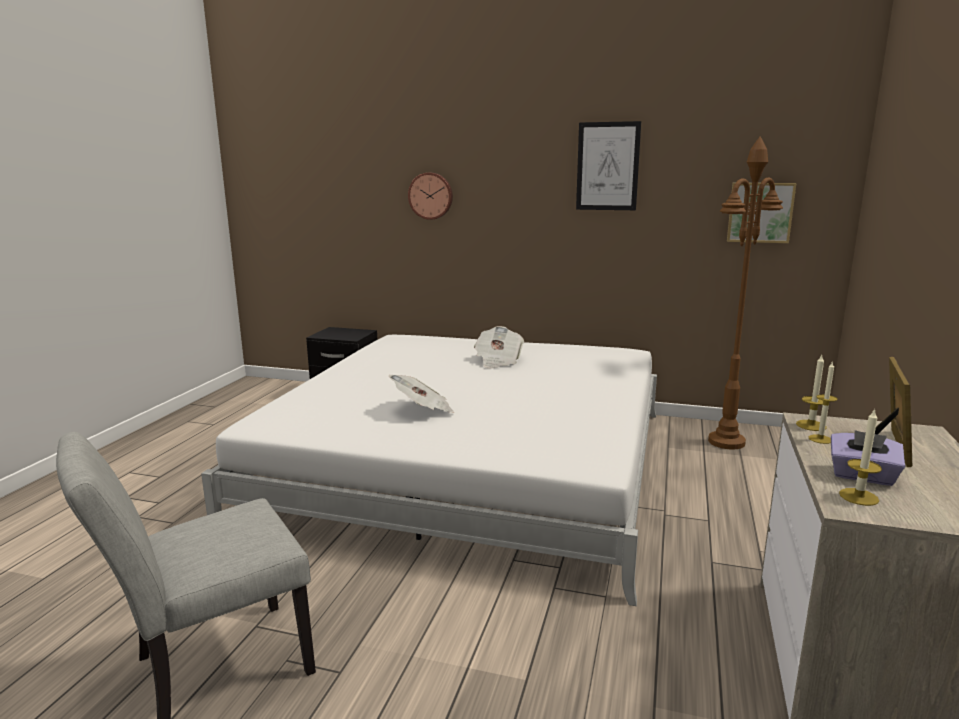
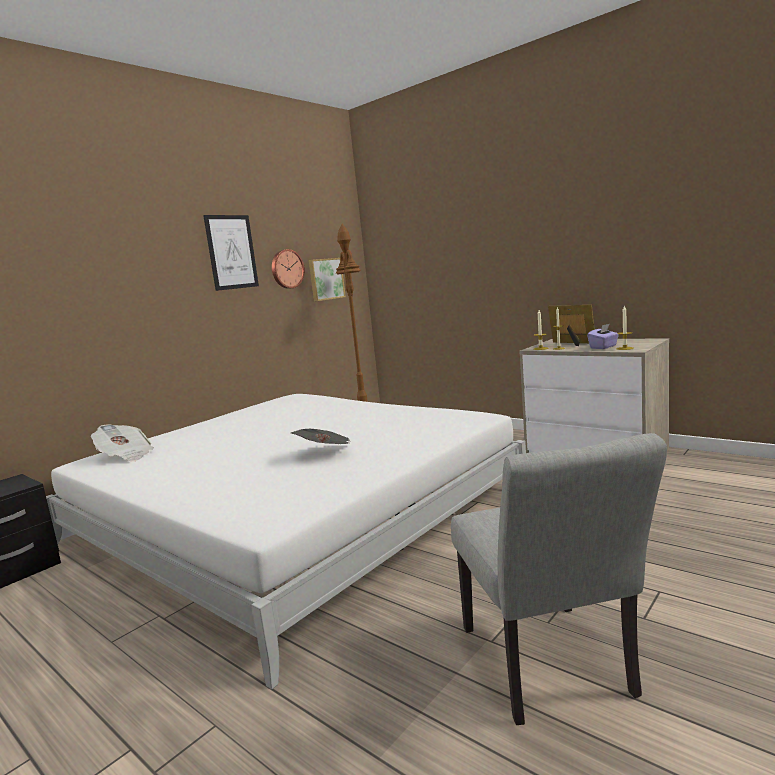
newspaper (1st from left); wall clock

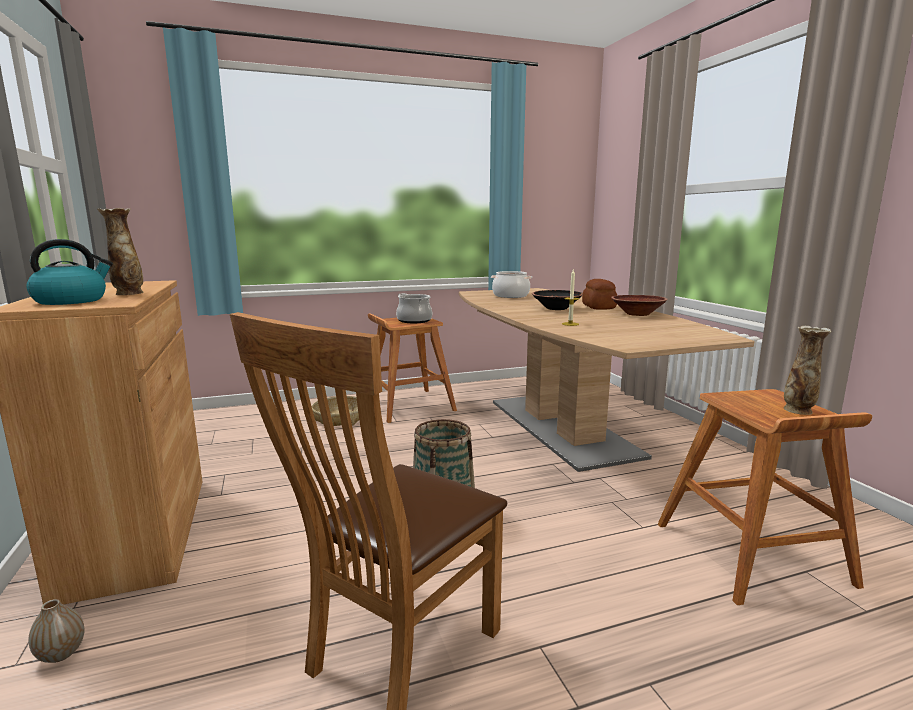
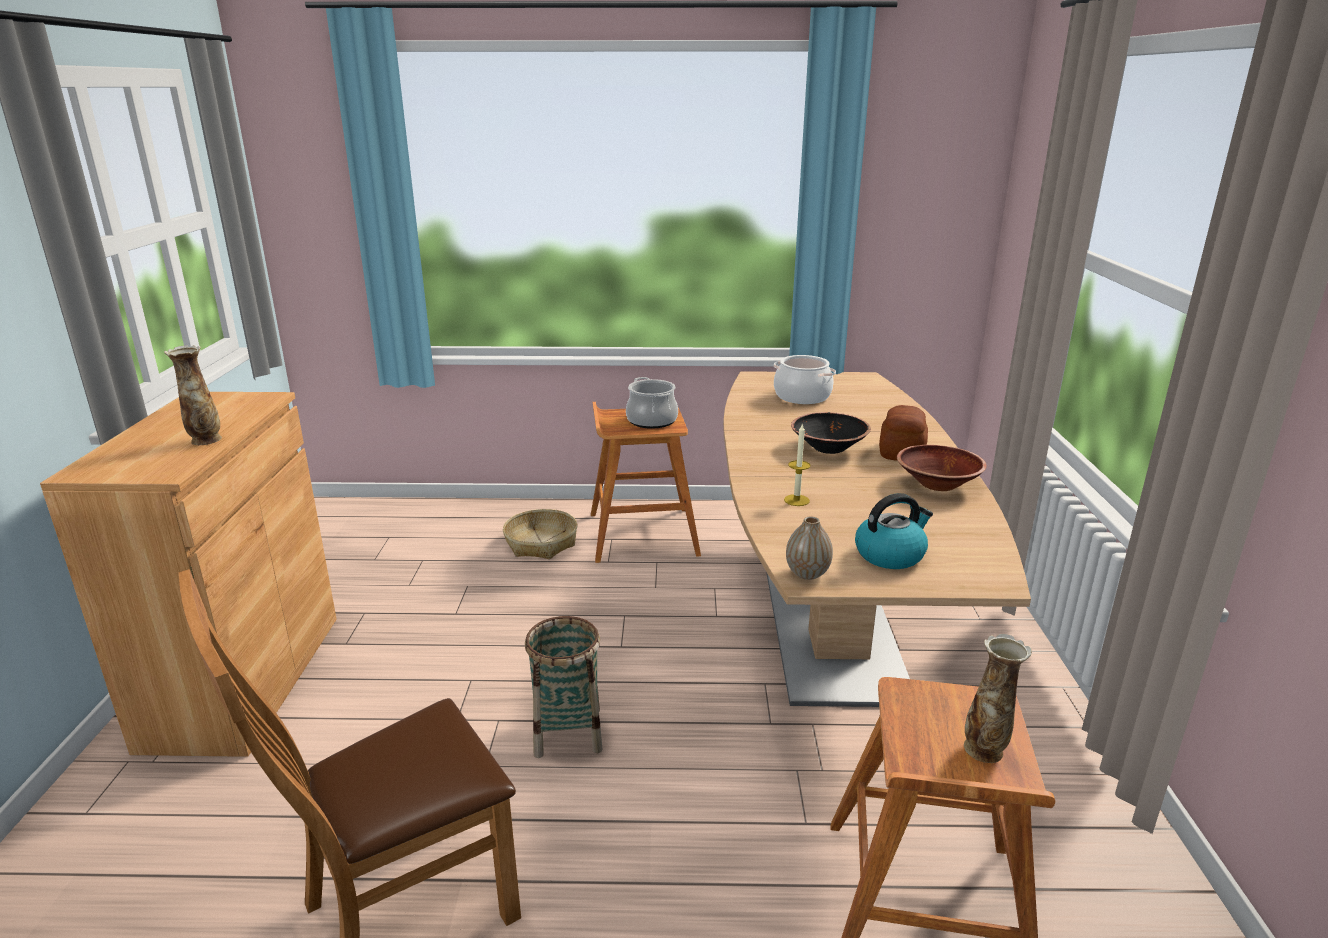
vase (2nd from left); kettle

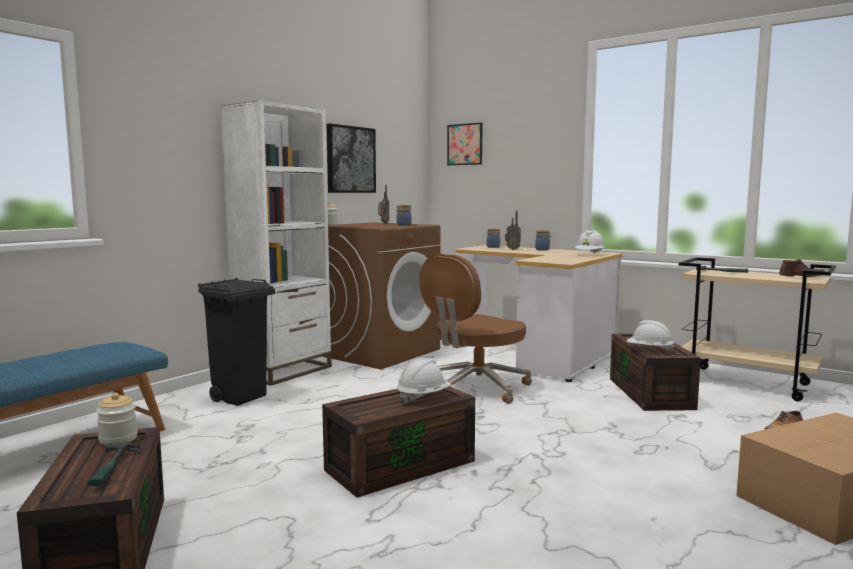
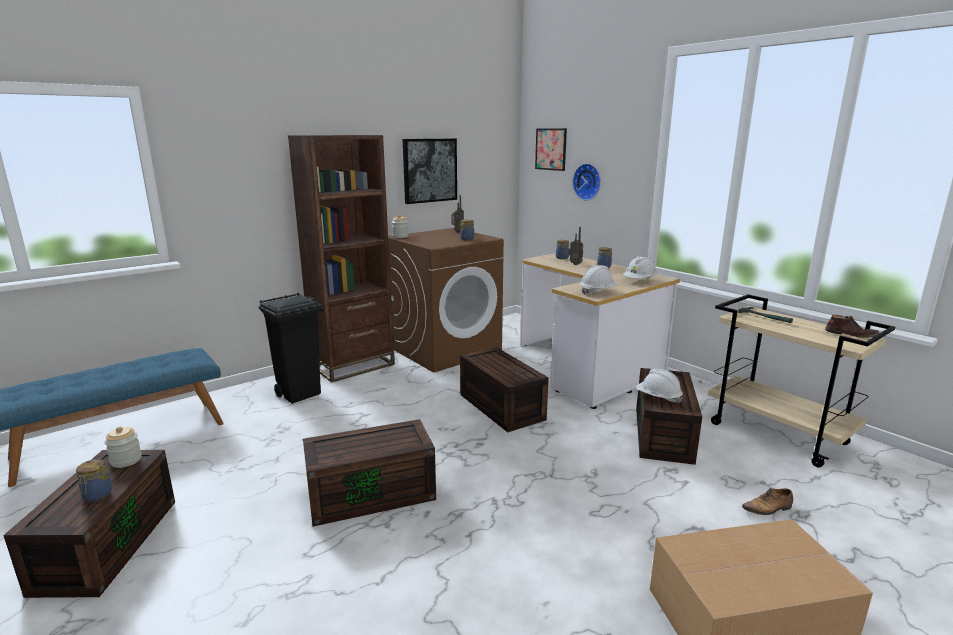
jar (1st from left); bookcase (brown); storage box (brown) (3rd from left); wall clock; hard hat (white) (1st from left)

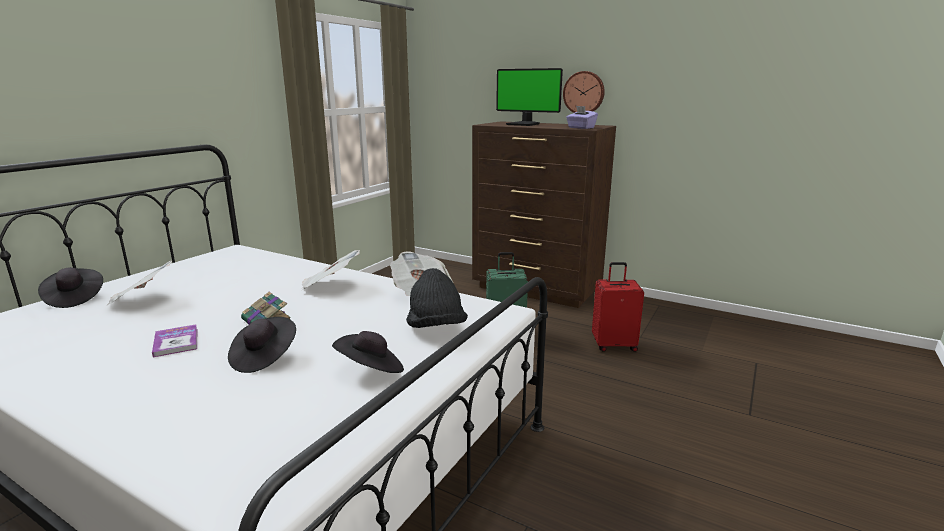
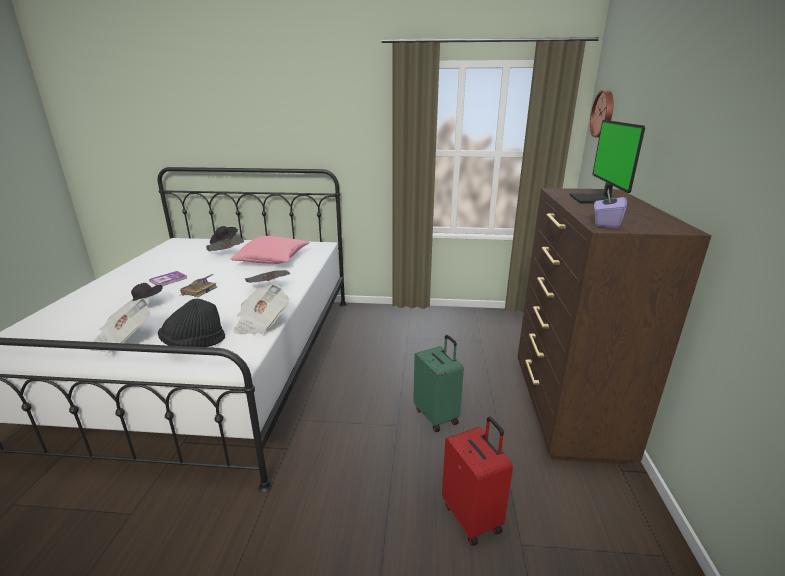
newspaper (1st from left); pillow (pink); wall clock

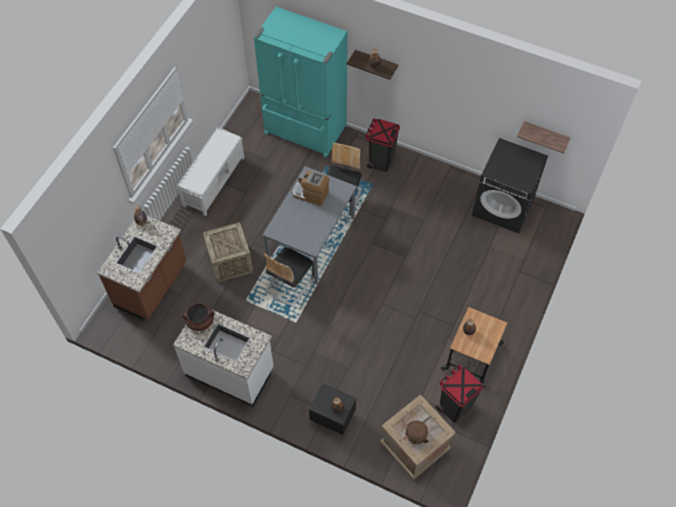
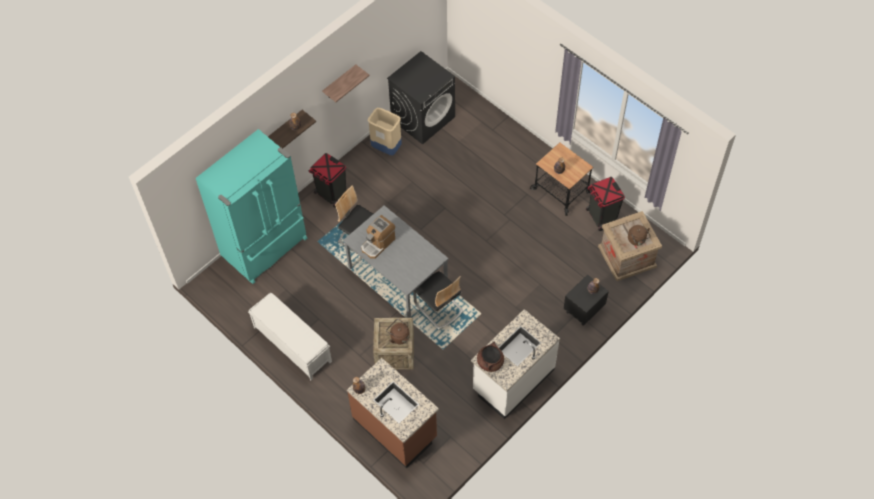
shelf (2nd from left); trash can (beige); kettle (brown) (1st from left)

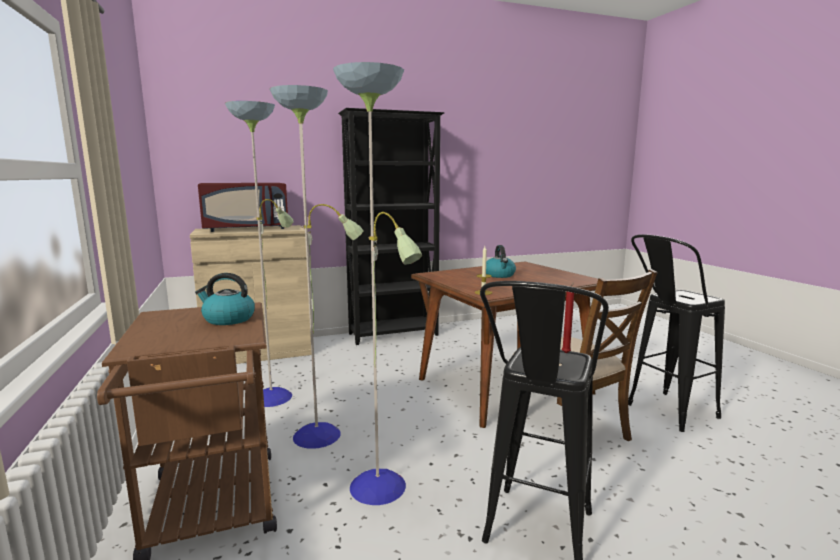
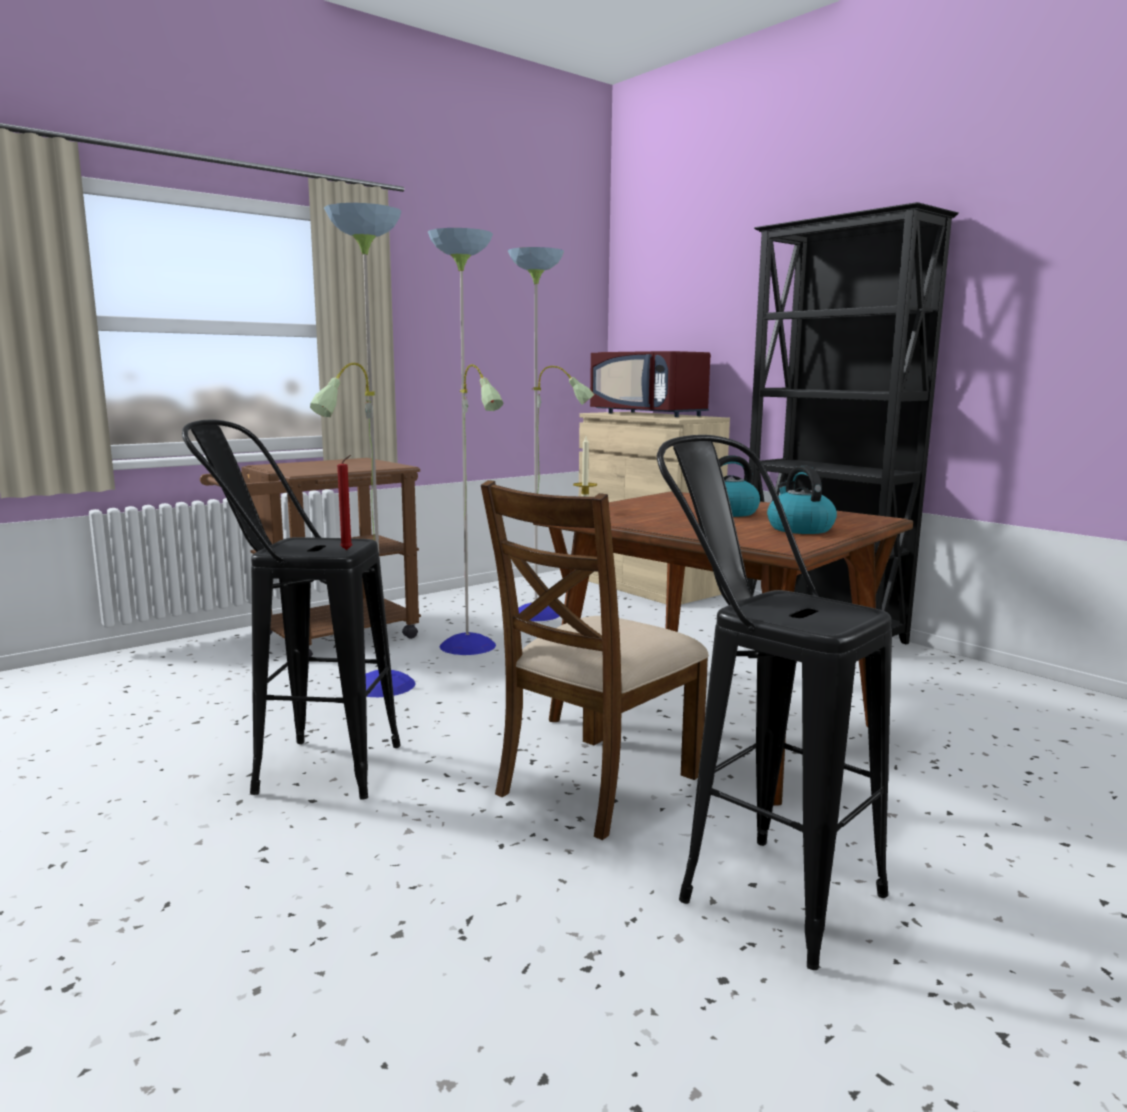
kettle (2nd from left)

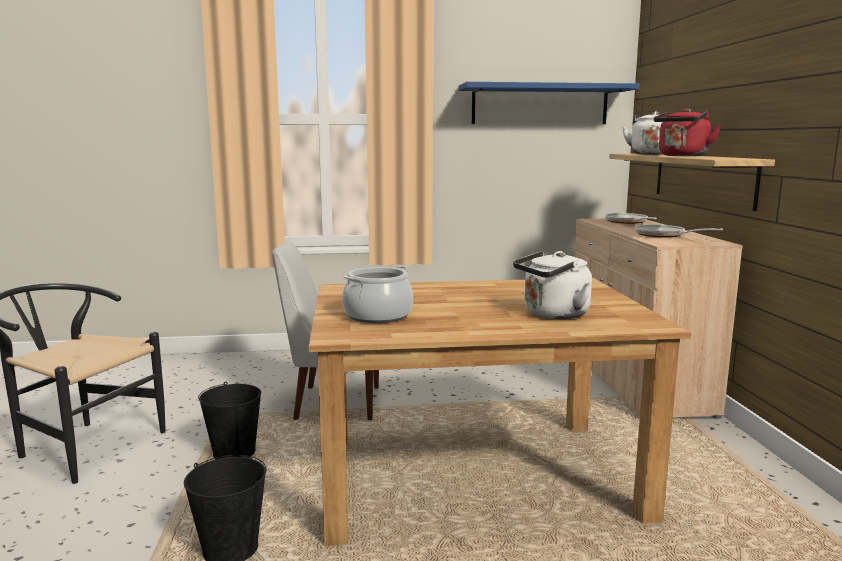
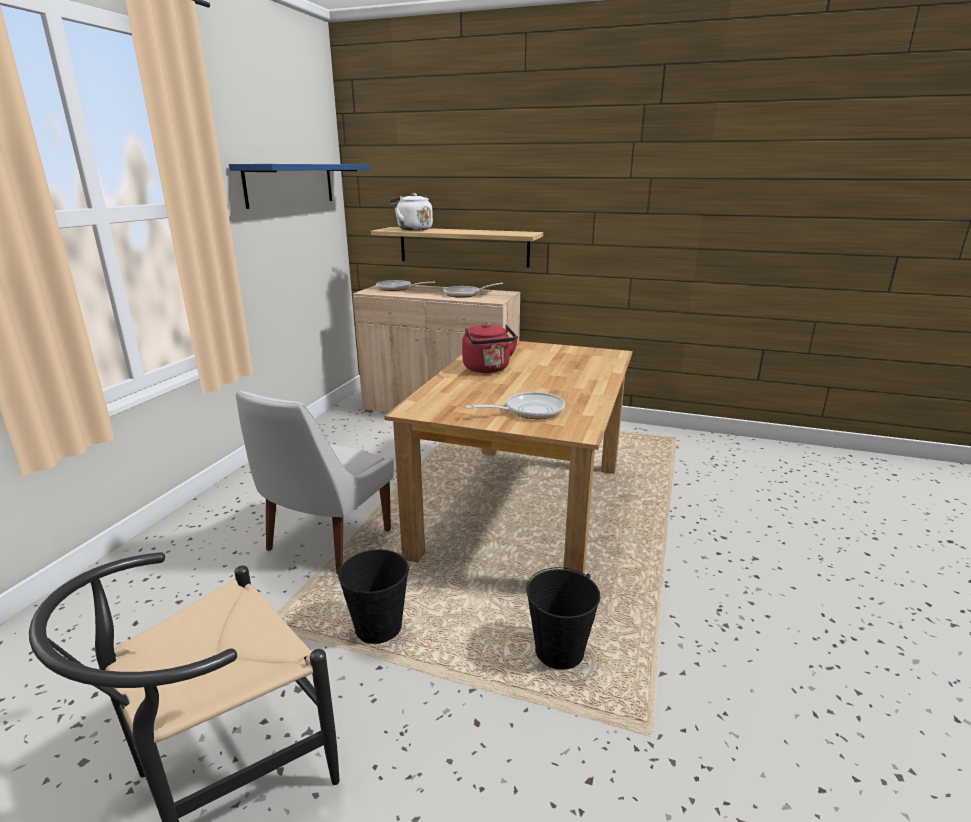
kettle (red); frying pan (3rd from left); kettle (white) (1st from left in the first image)

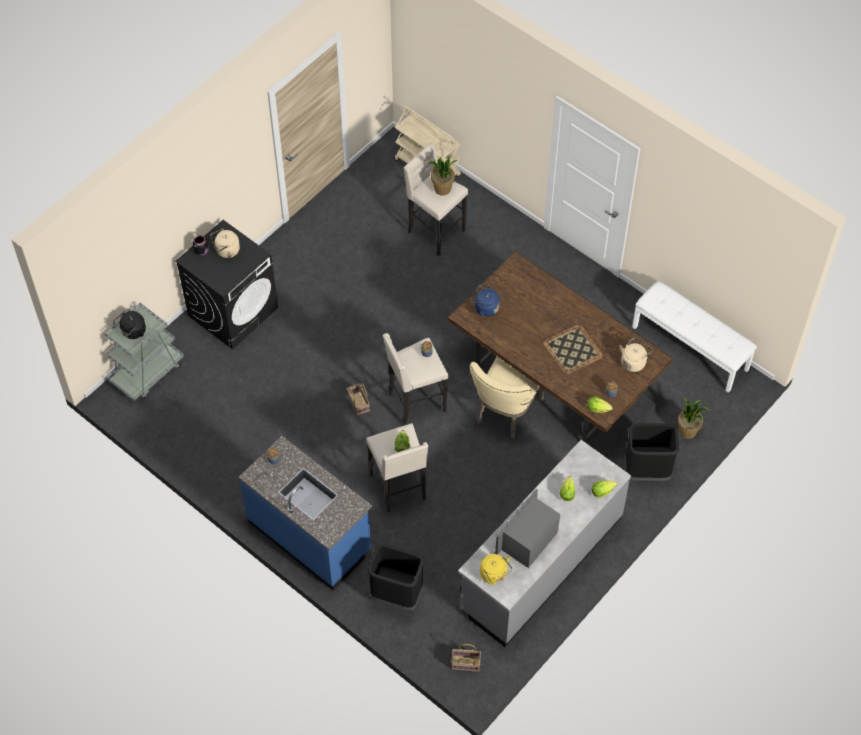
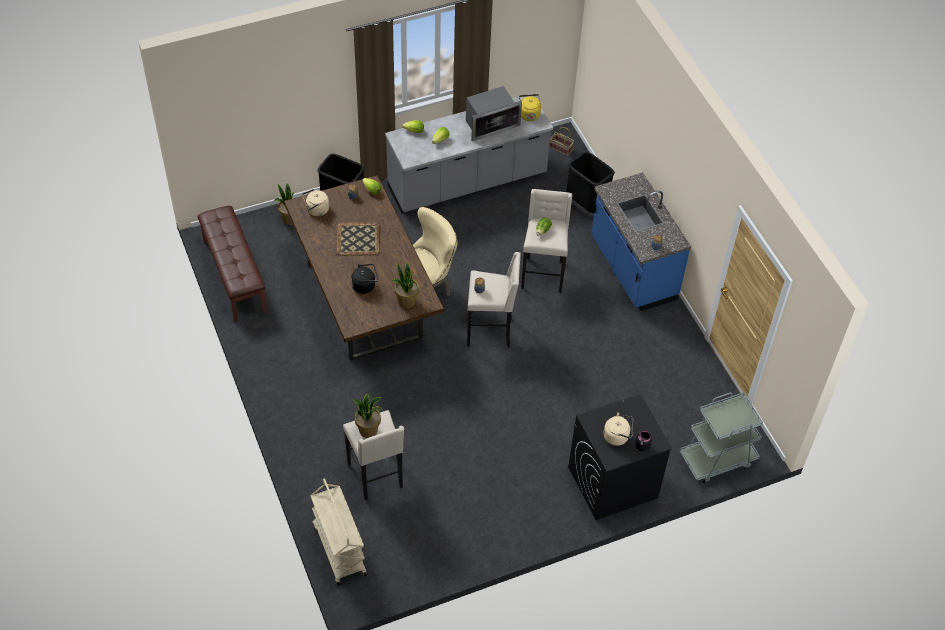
bench (brown); kettle (black); potted plant (3rd from left); basket (1st from left in the first image)

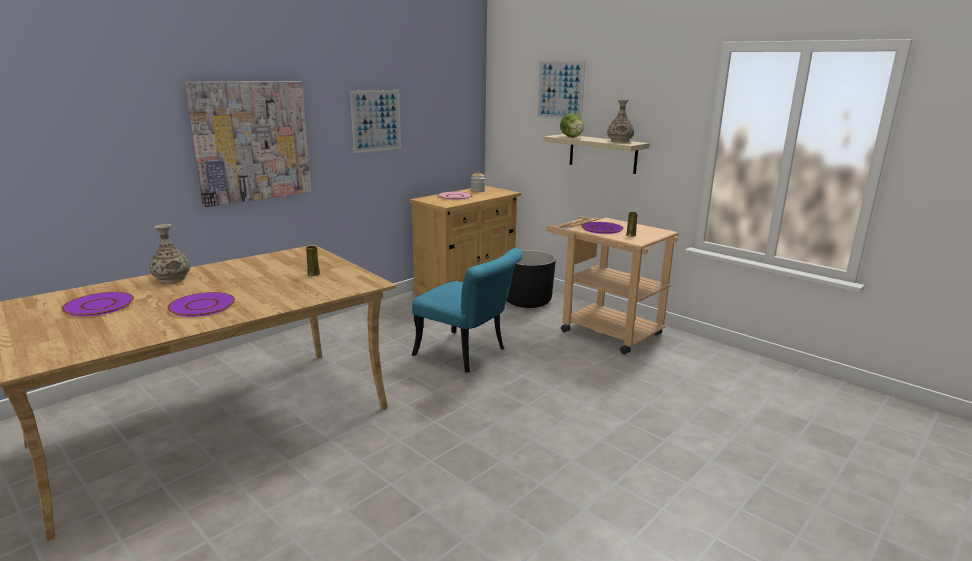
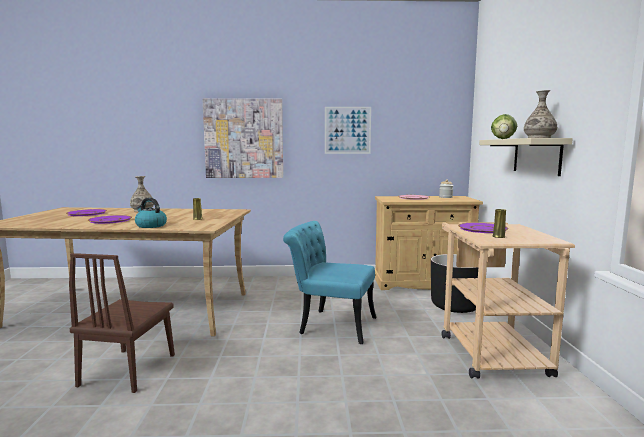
chair (brown); kettle; chair (turquoise); picture (3rd from left in the first image)

